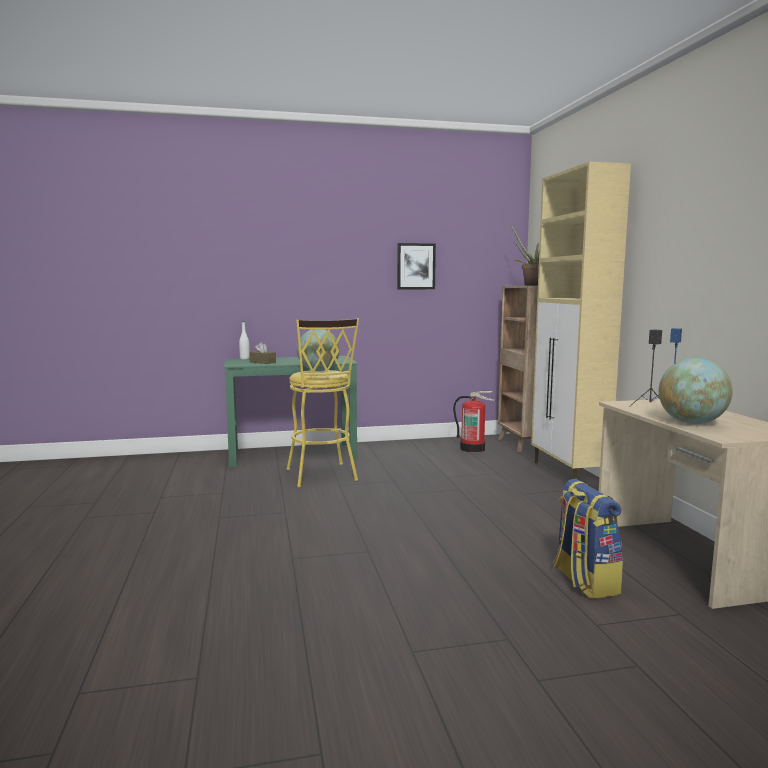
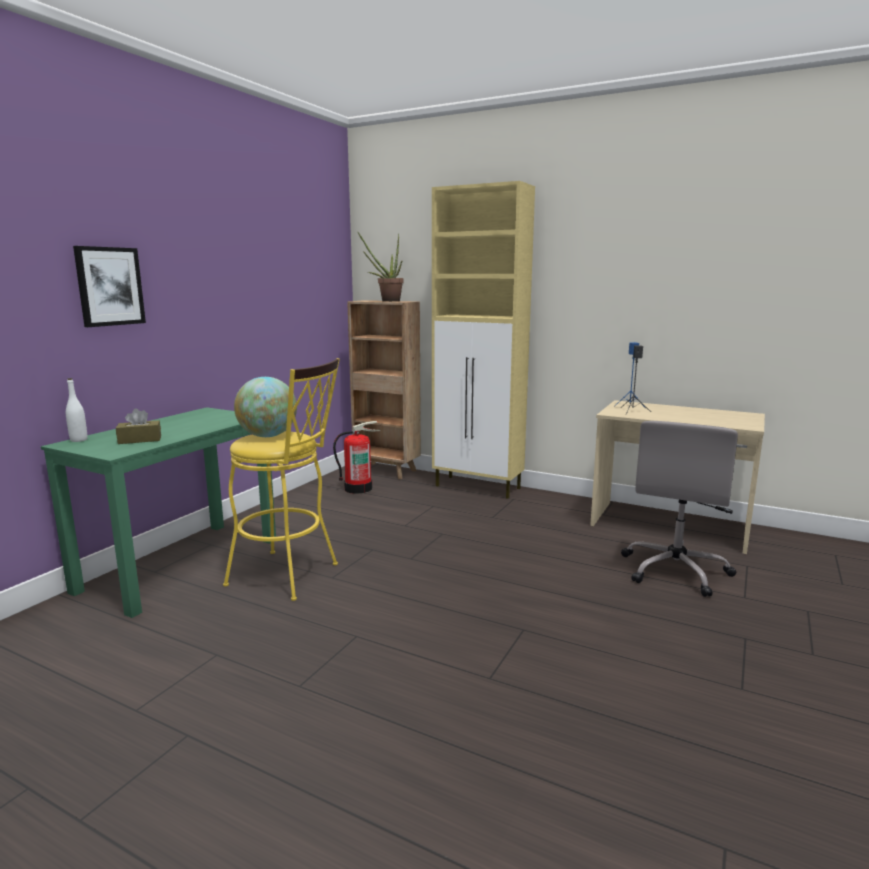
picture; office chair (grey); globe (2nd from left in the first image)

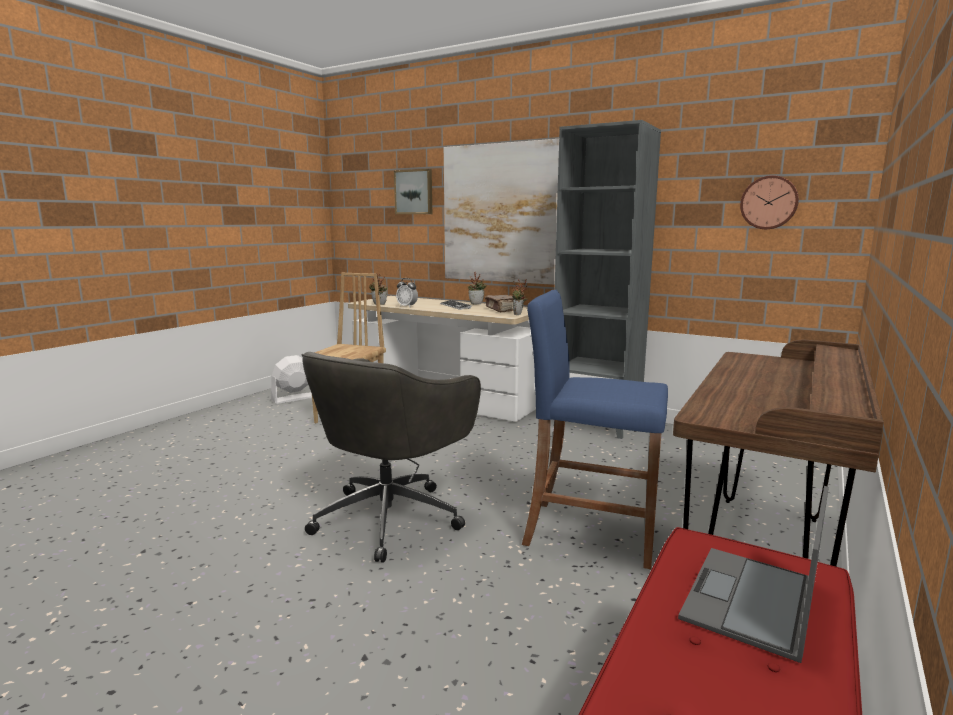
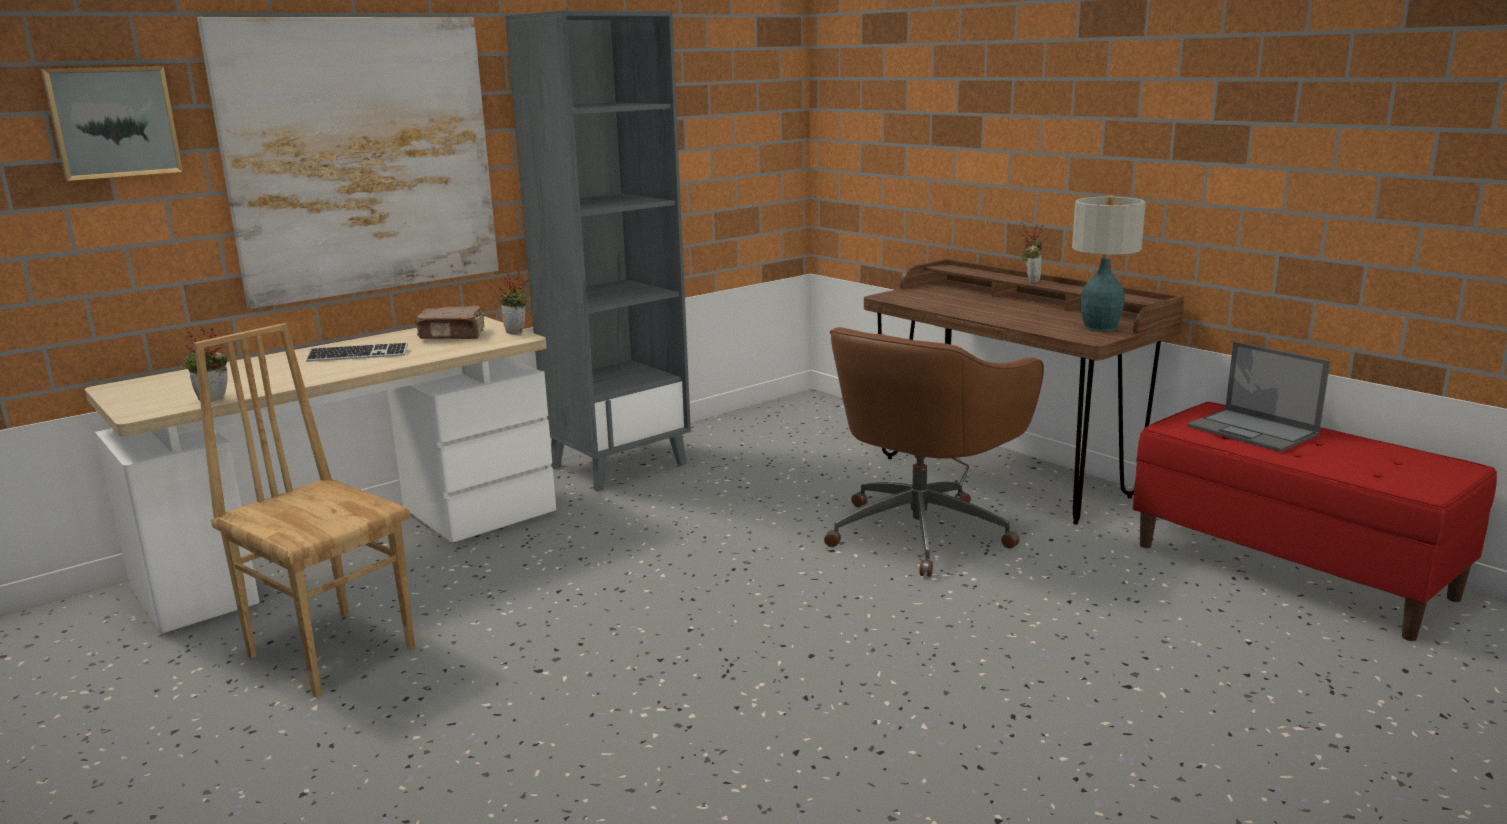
office chair (brown); potted plant (3rd from left); table lamp; fan (white); office chair (grey); alarm clock; wall clock

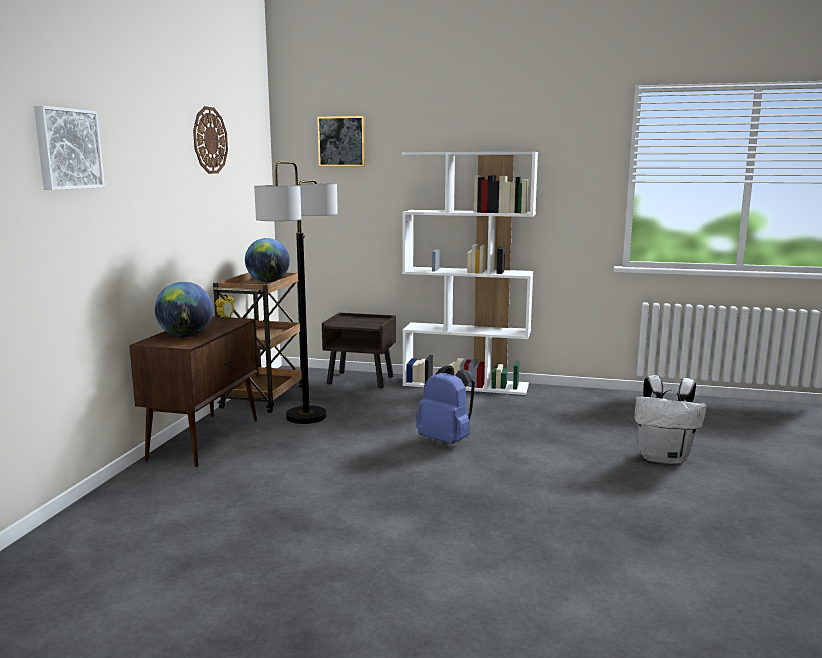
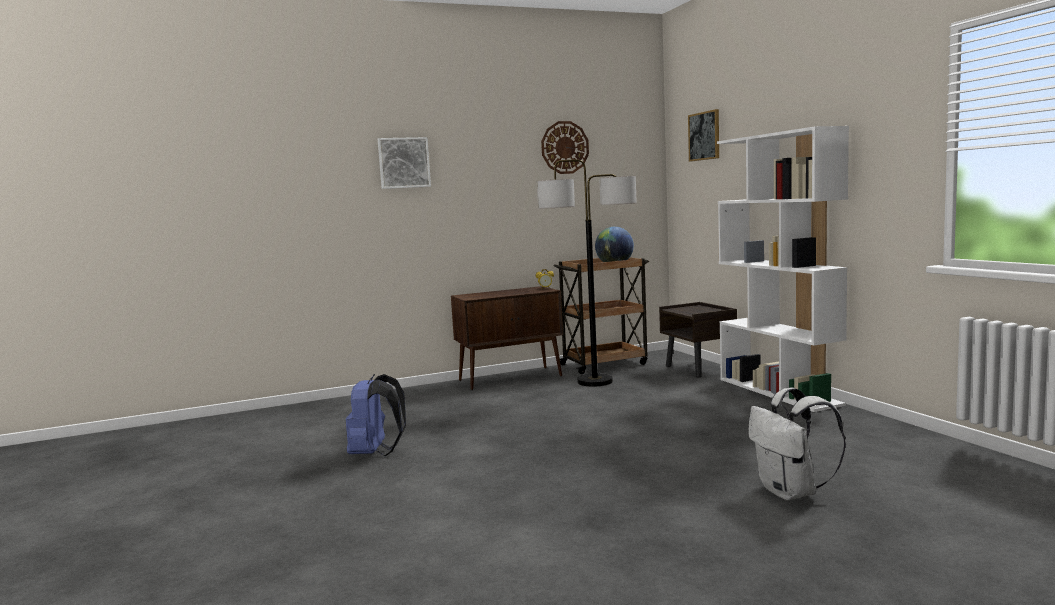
backpack (blue); globe (1st from left in the first image)

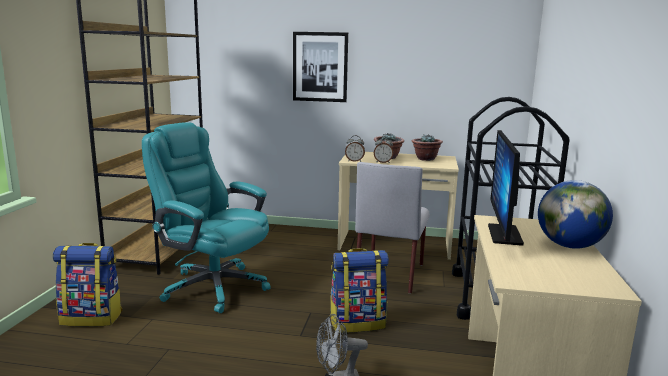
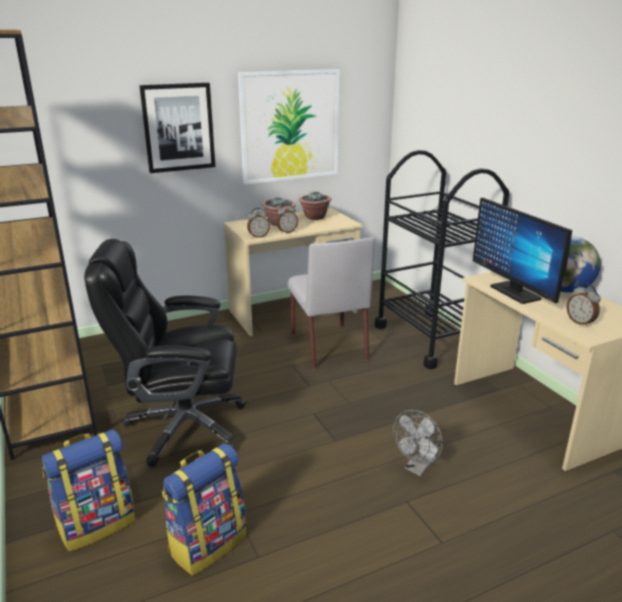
office chair (black); backpack (2nd from left); picture (2nd from left); alarm clock (3rd from left)

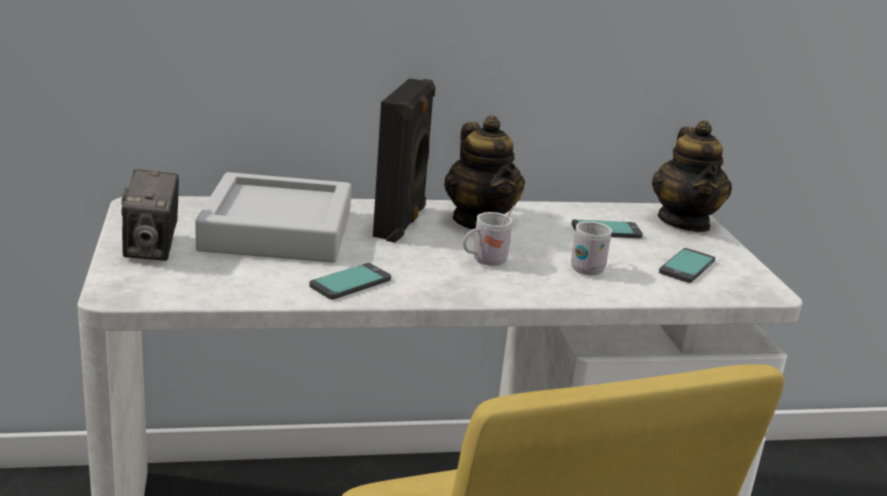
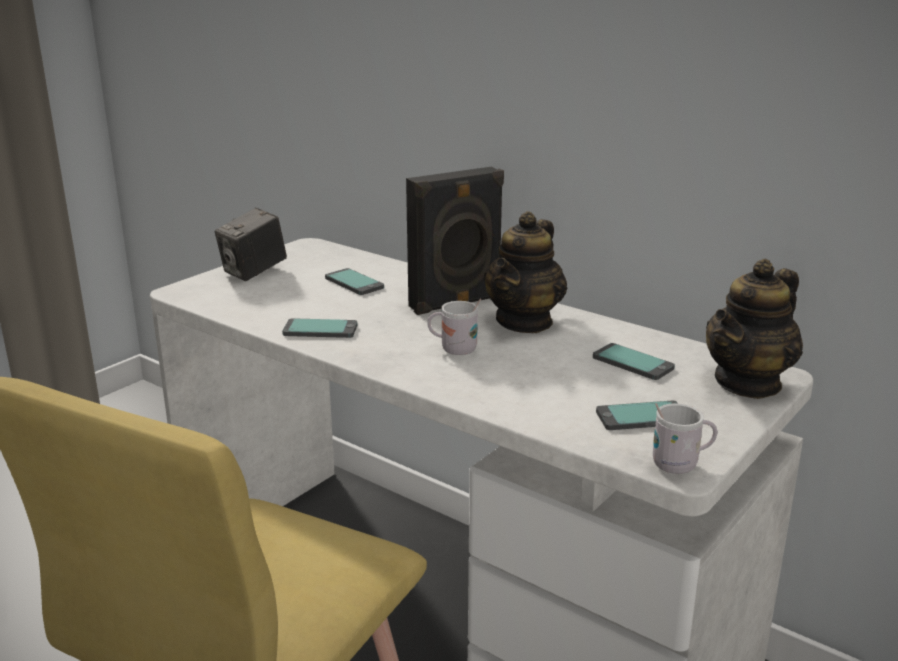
phone (2nd from left); mug (white) (2nd from left)

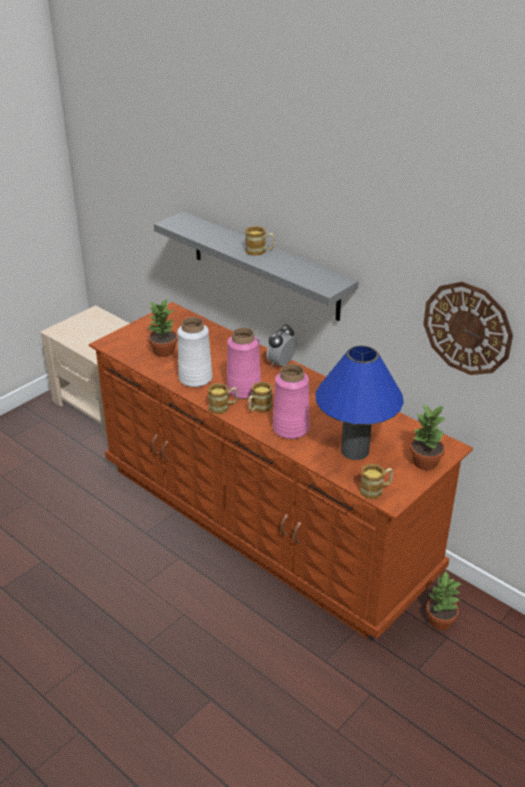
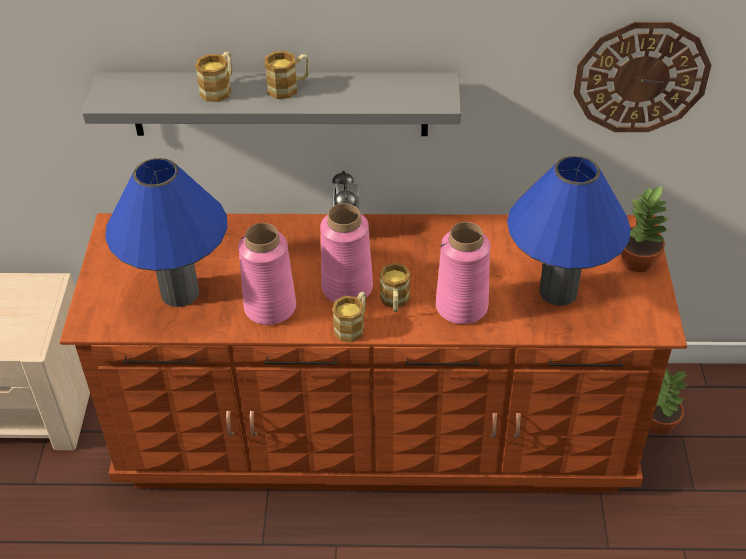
table lamp (blue) (1st from left); mug (1st from left); vase (pink) (1st from left)

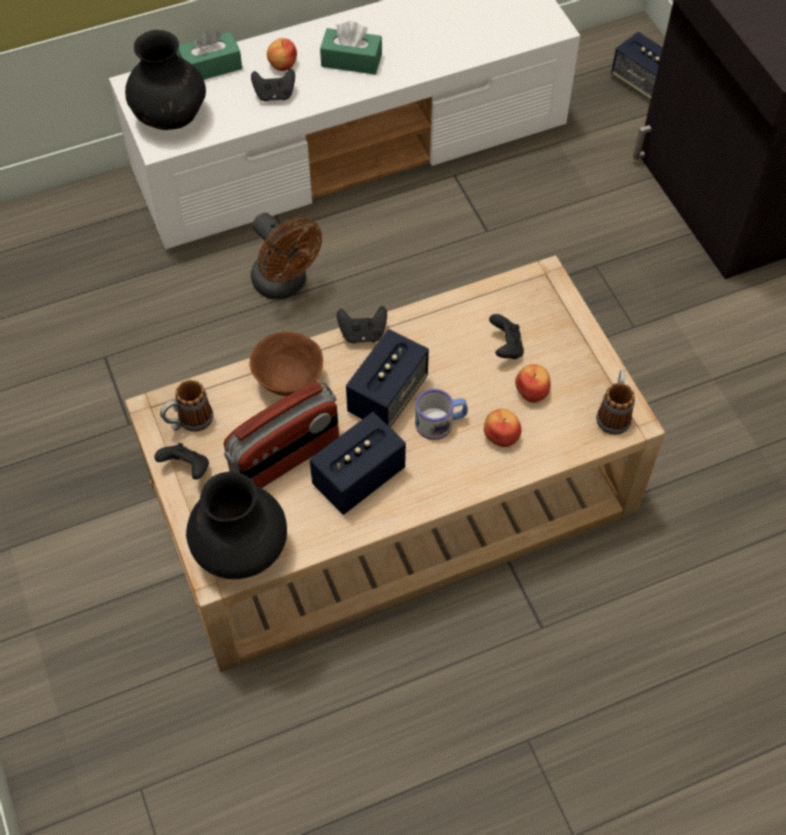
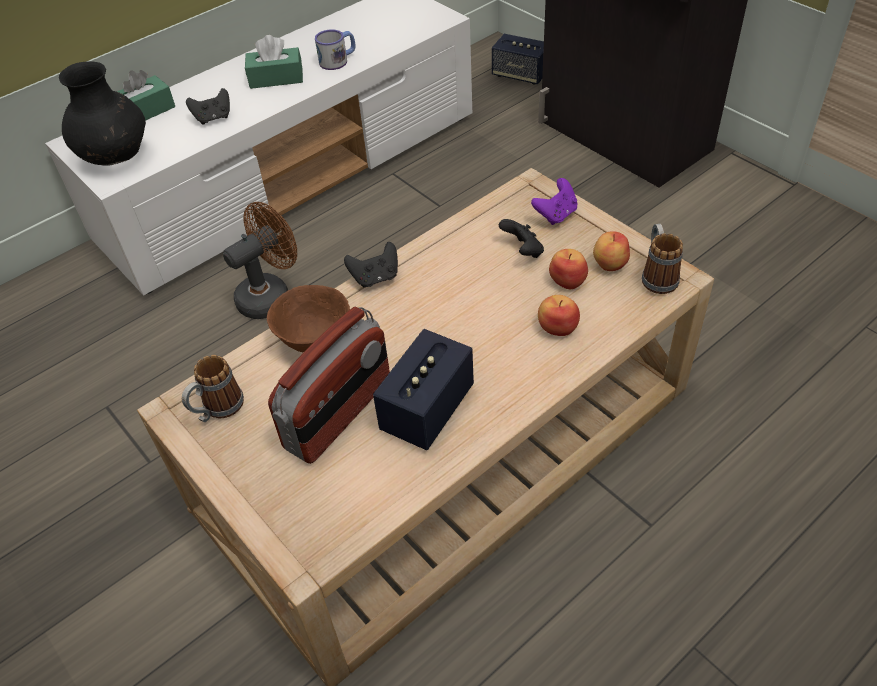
fan (brown); mug (2nd from left); game controller (purple); apple (3rd from left); game controller (black) (1st from left in the first image); vase (black) (2nd from left in the first image); speaker (2nd from left in the first image)

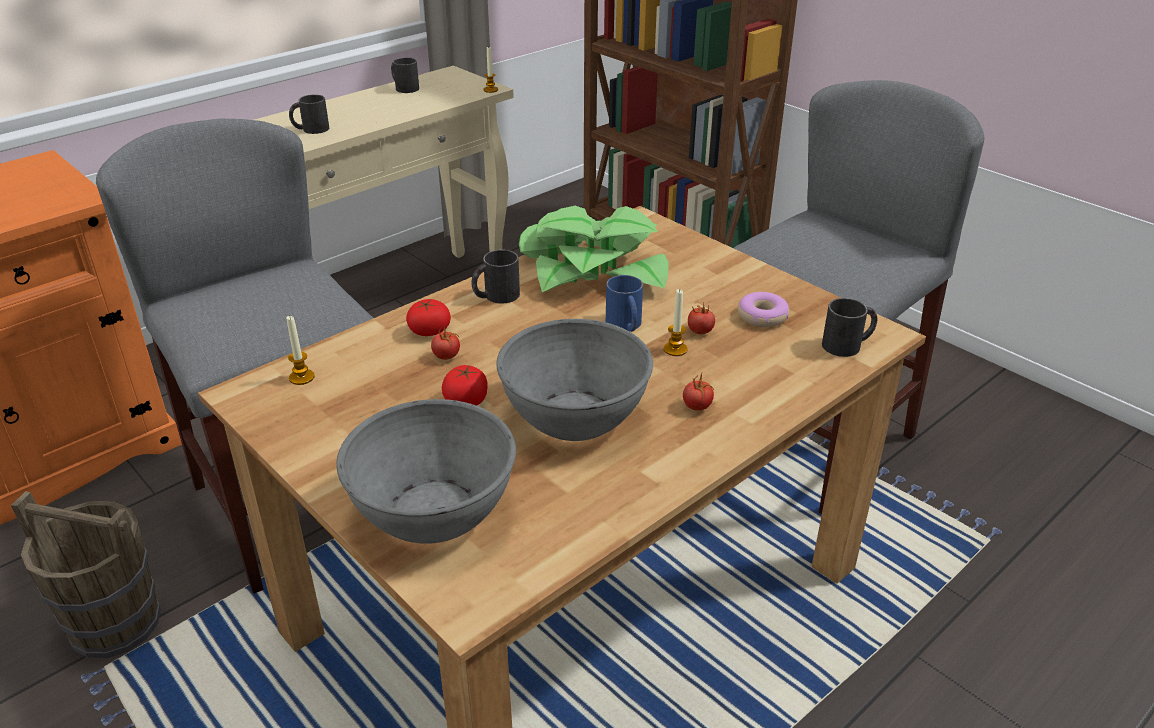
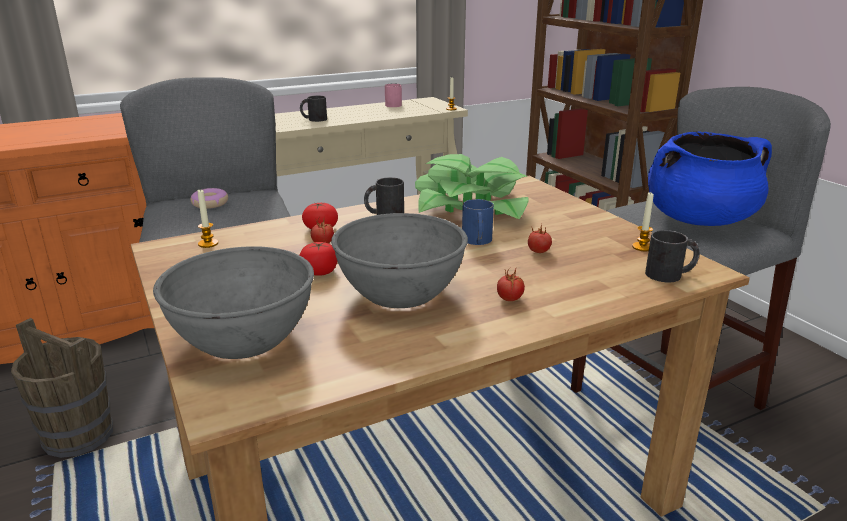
donut; mug (pink); candle (3rd from left); cooking pot (blue)

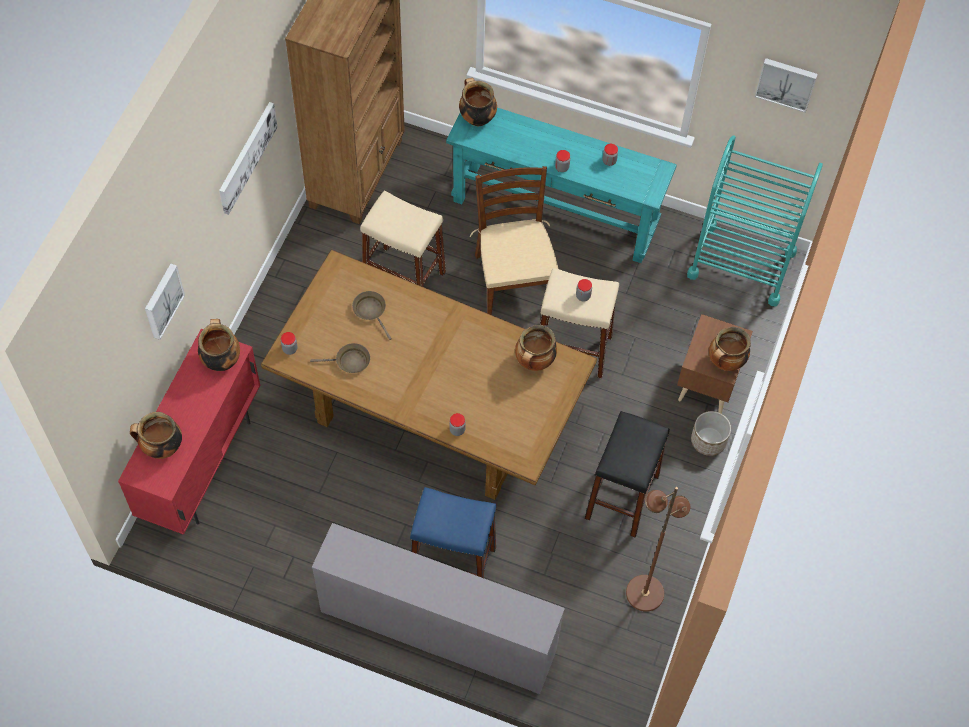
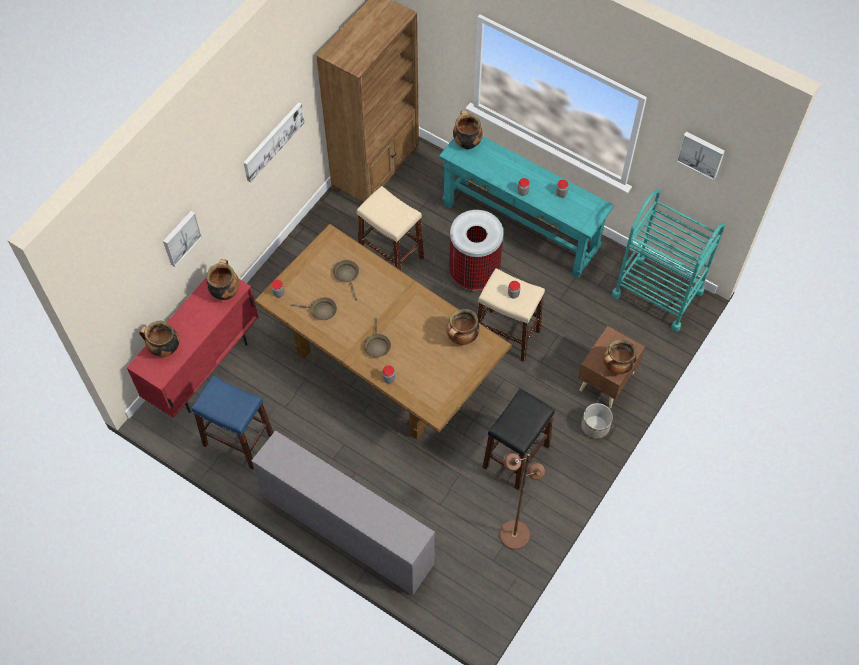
stool (blue); frying pan (brown) (3rd from left); trash can

